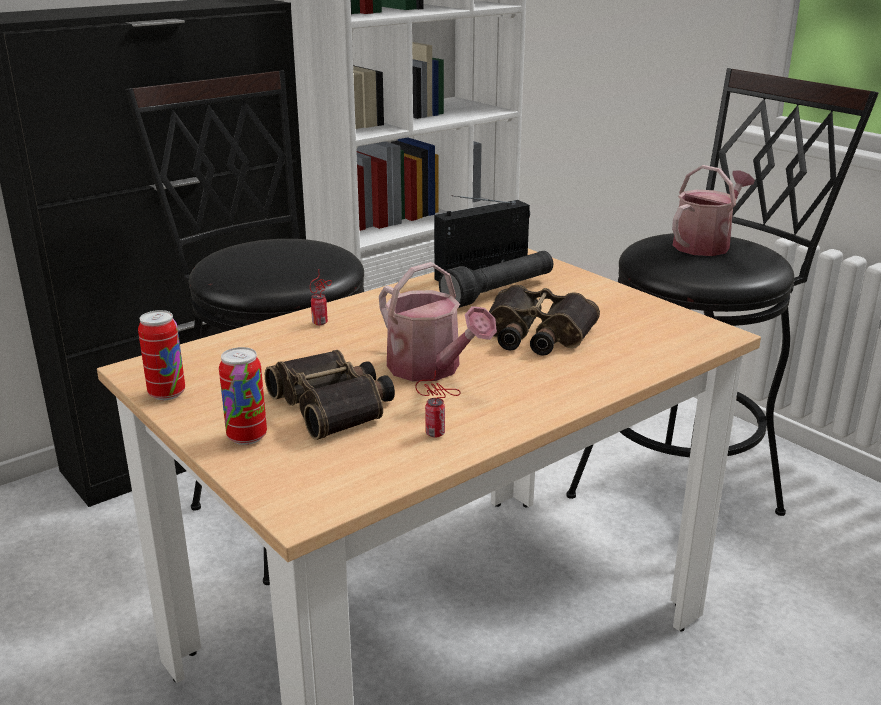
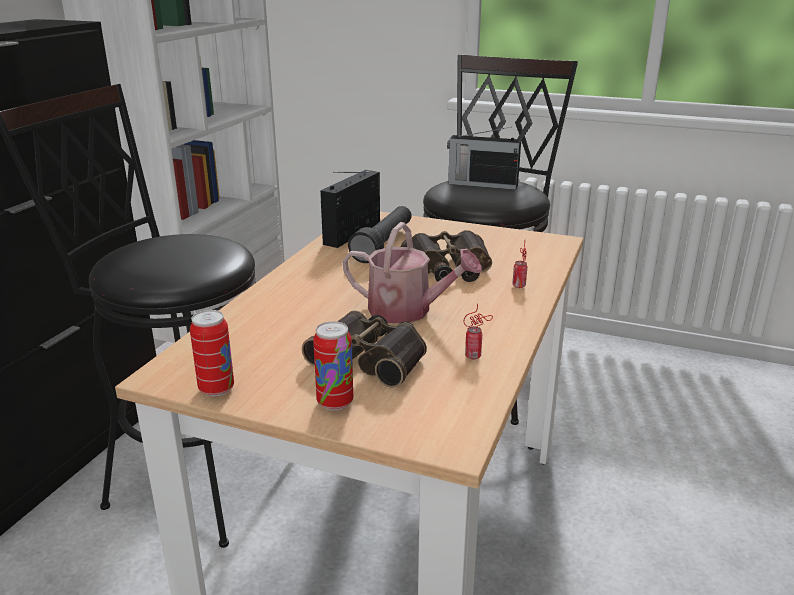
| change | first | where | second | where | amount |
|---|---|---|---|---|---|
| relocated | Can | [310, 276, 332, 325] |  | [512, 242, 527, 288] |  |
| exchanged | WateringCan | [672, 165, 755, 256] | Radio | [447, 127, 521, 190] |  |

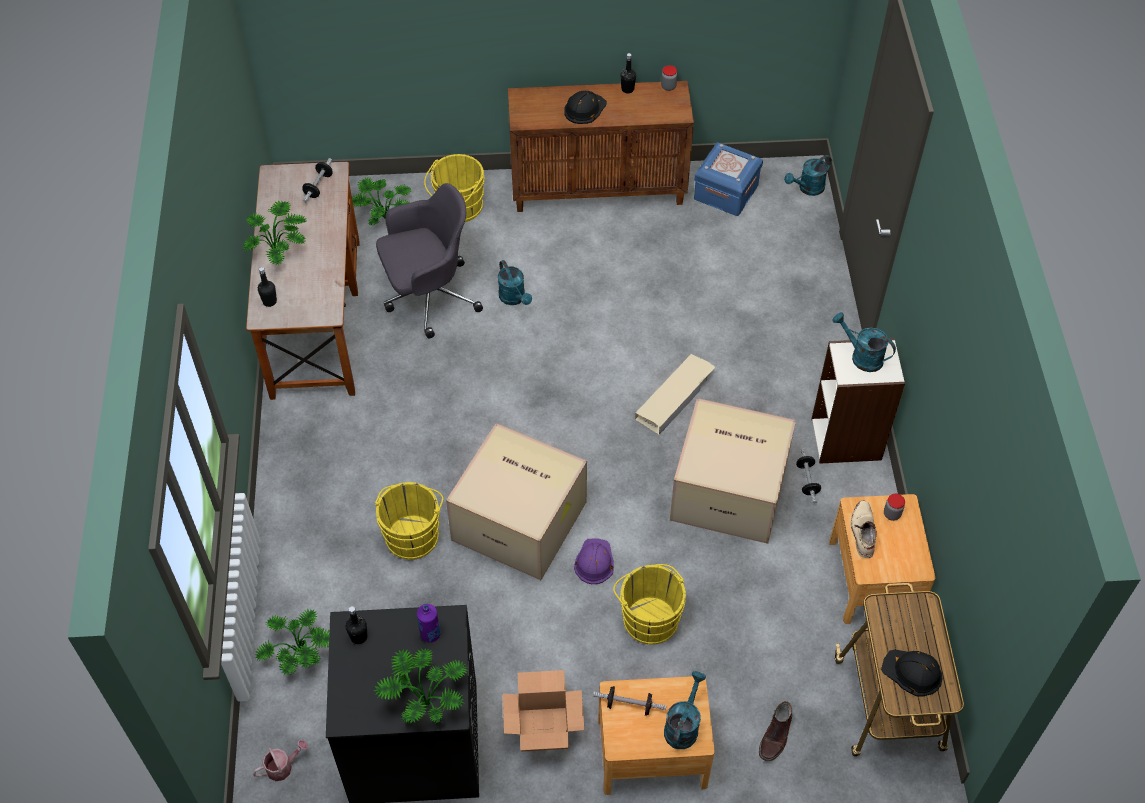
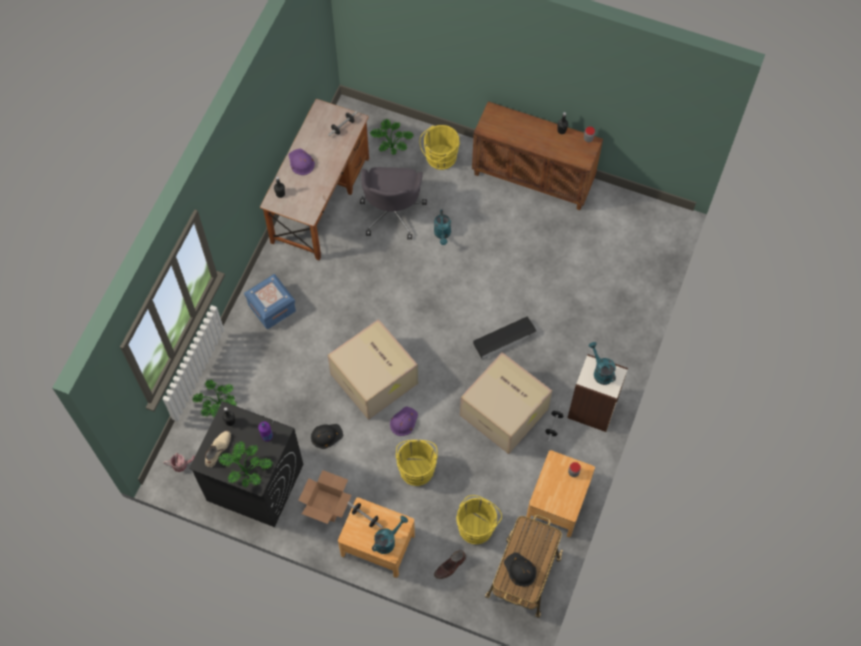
| change | first | where | second | where | amount |
|---|---|---|---|---|---|
| exchanged | PottedPlant | [242, 200, 307, 265] | PurpleColouredWorkHelmet | [288, 149, 315, 175] |  |
| relocated | YellowBucket | [375, 482, 444, 560] |  | [456, 495, 502, 545] |  |
| spun | GreyDeskChair | [376, 183, 483, 338] |  | [360, 167, 427, 240] | 90 degrees clockwise |
| relocated | BlackColouredWorkHelmet | [564, 91, 607, 124] |  | [311, 424, 343, 449] |  |
| colour | BeigeColouredStorageBox | [635, 354, 715, 435] | BlackColouredStorageBox | [473, 317, 536, 360] |  |
| relocated | BlueColouredStorageBox | [694, 142, 763, 216] |  | [244, 274, 296, 329] |  |
| missing | TurquoiseColouredWateringCan | [784, 155, 832, 196] |  |  |  |
| relocated | BeigeColouredHighTopBoot | [851, 500, 877, 558] |  | [205, 431, 231, 467] |  |

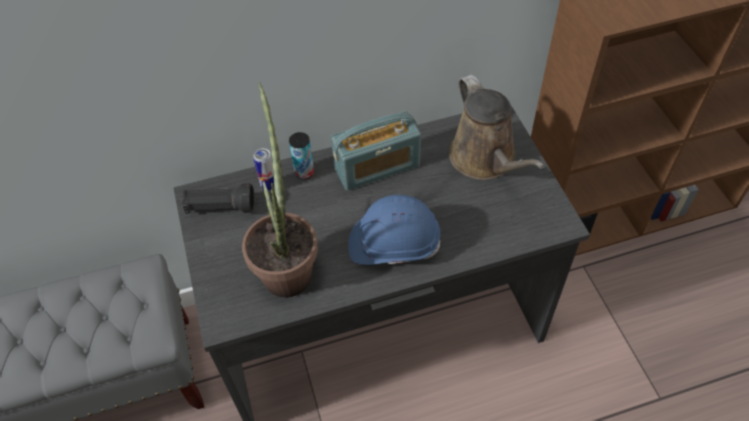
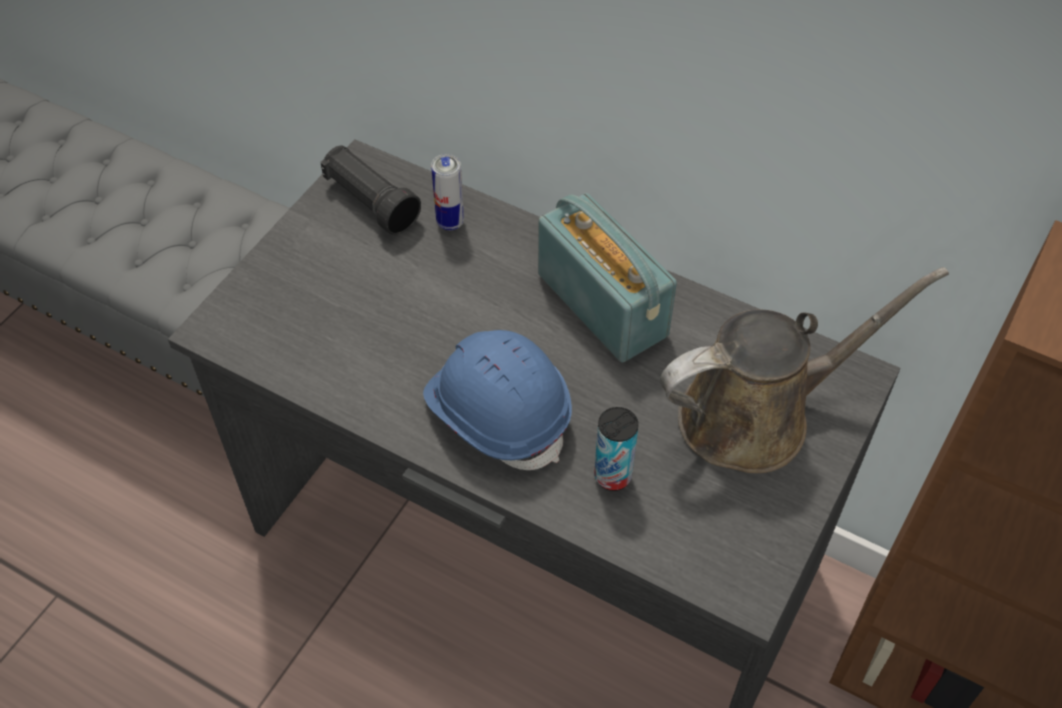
| change | first | where | second | where | amount |
|---|---|---|---|---|---|
| missing | PottedPlant | [242, 82, 318, 298] |  |  |  |
| relocated | Can | [289, 132, 314, 180] |  | [594, 407, 639, 491] |  |
| spun | Radio | [331, 111, 421, 191] |  | [538, 193, 677, 362] | 150 degrees counterclockwise |
| spun | BrownColouredWateringCan | [449, 75, 545, 180] |  | [660, 267, 949, 473] | 135 degrees counterclockwise |

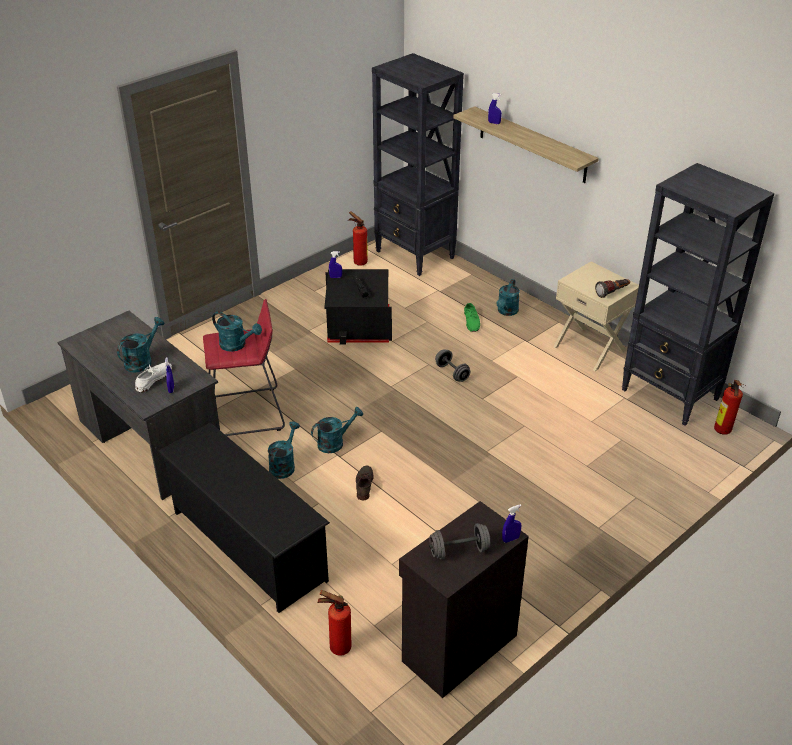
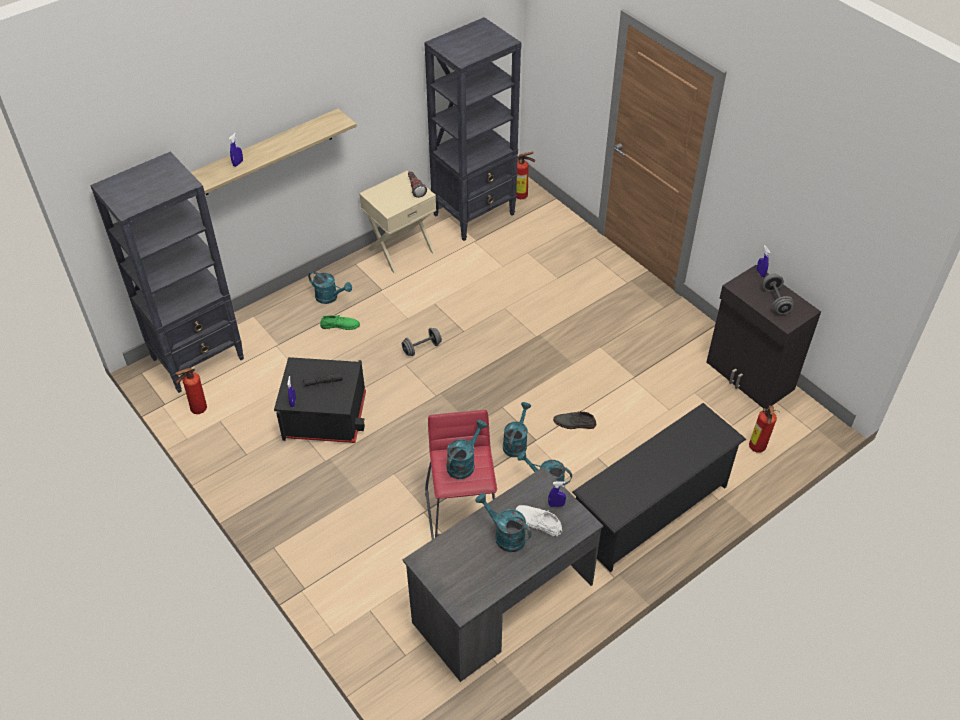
| change | first | where | second | where | amount |
|---|---|---|---|---|---|
| spun | TurquoiseColouredWateringCan | [311, 407, 363, 453] |  | [503, 402, 531, 457] | 45 degrees clockwise |

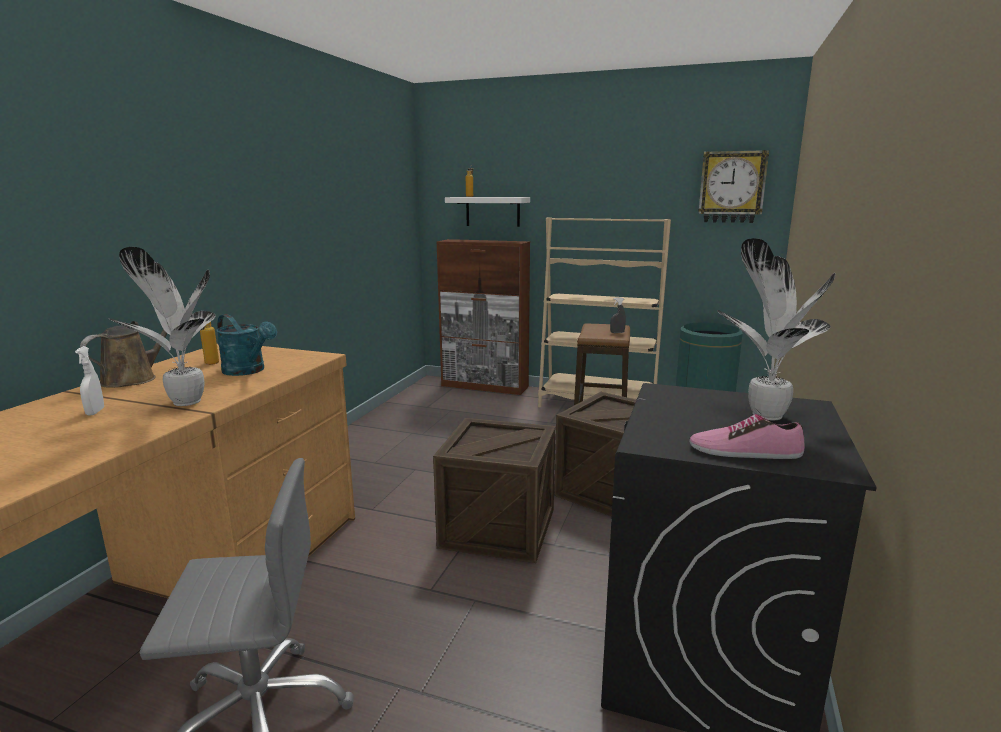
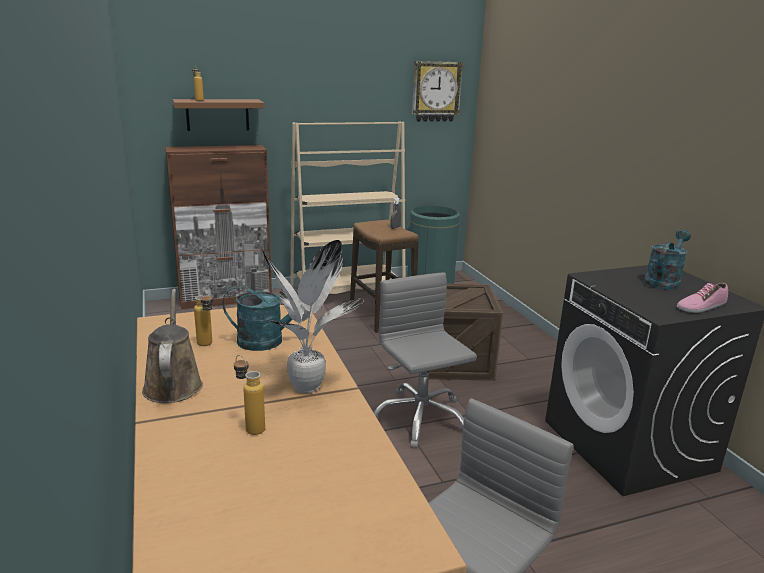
| change | first | where | second | where | amount |
|---|---|---|---|---|---|
| exchanged | WhitishSprayer | [75, 346, 104, 416] | Bottle | [234, 355, 265, 435] |  |
| exchanged | Crate | [433, 418, 556, 563] | GreyDeskChair | [374, 272, 477, 448] |  |
| colour | WhitishShelf | [445, 197, 530, 227] | BrownColouredShelf | [173, 99, 265, 131] |  |
| exchanged | PottedPlant | [717, 238, 836, 421] | TurquoiseColouredWateringCan | [644, 230, 691, 290] |  |

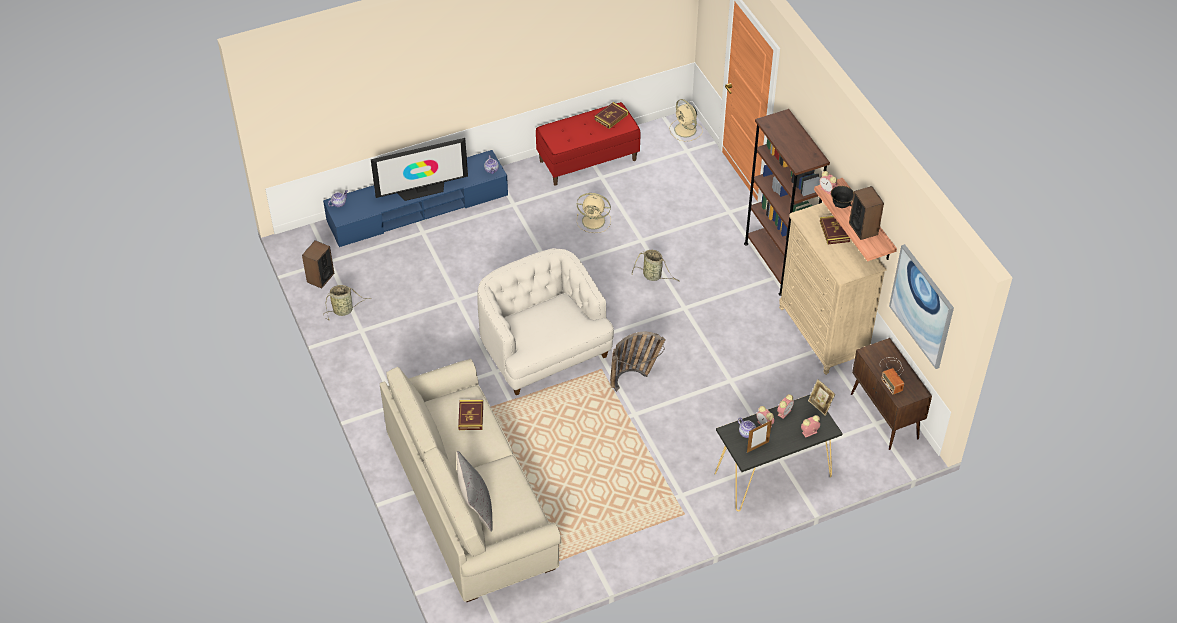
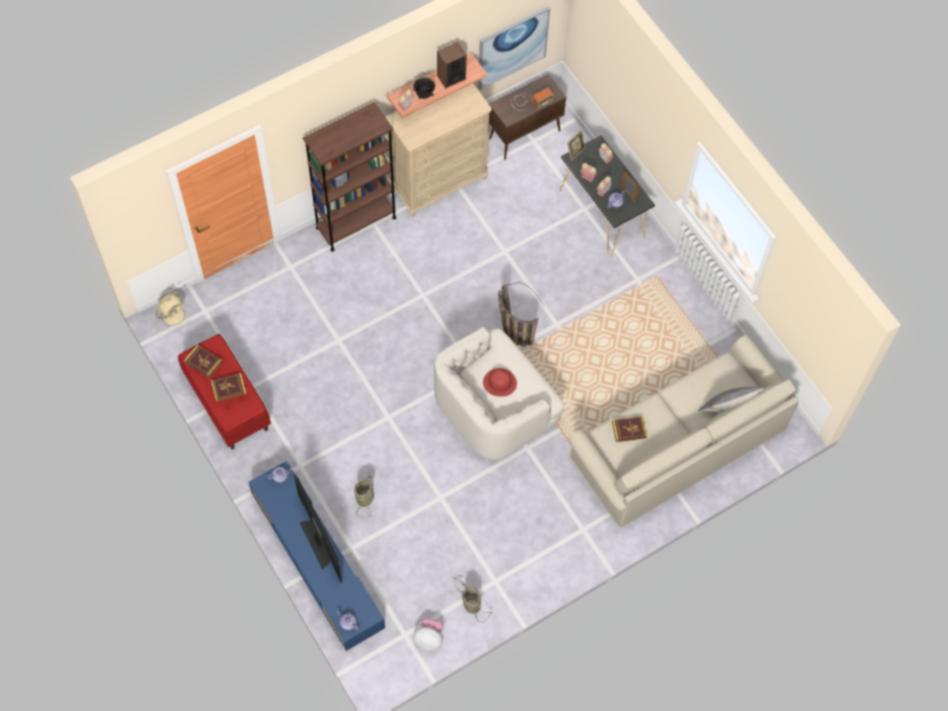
| change | first | where | second | where | amount |
|---|---|---|---|---|---|
| exchanged | Loudspeaker | [302, 240, 334, 289] | CuddlyToy | [413, 618, 444, 651] |  |
| missing | BeigeColouredElectricFan | [577, 193, 611, 233] |  |  |  |
| relocated | Basket | [632, 250, 680, 282] |  | [354, 469, 375, 517] |  |
| relocated | Volume | [820, 216, 850, 244] |  | [211, 373, 247, 402] |  |
| appeared |  |  | RedColouredHat | [483, 368, 517, 397] |  |

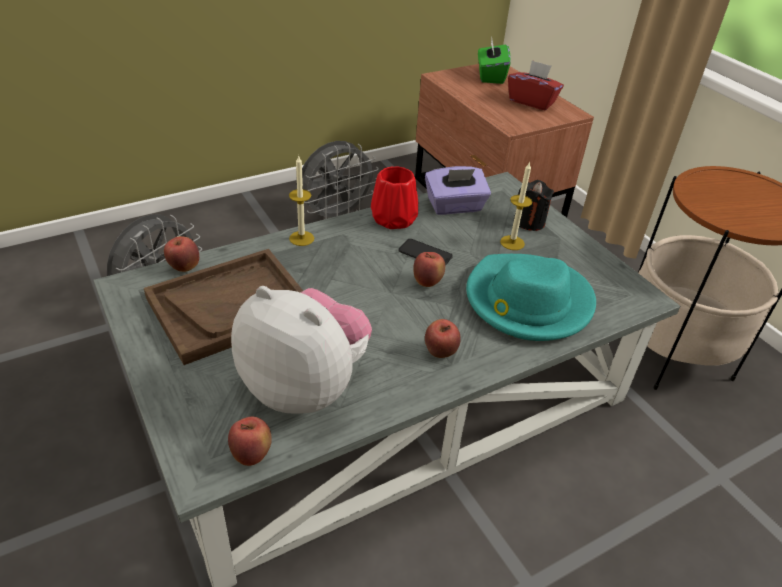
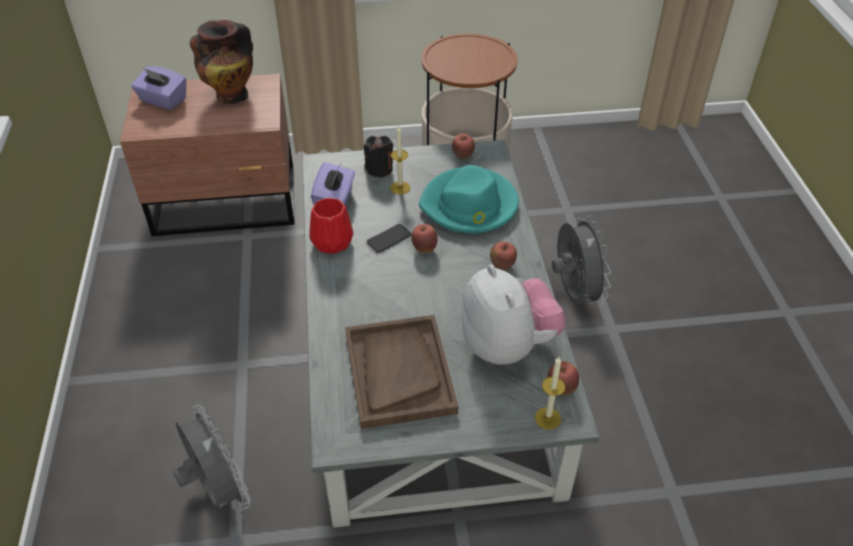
| change | first | where | second | where | amount |
|---|---|---|---|---|---|
| relocated | Apple | [164, 236, 199, 272] |  | [452, 133, 475, 159] |  |
| spun | CuddlyToy | [231, 286, 372, 414] |  | [461, 265, 565, 365] | 105 degrees clockwise |
| relocated | WaxLight | [289, 156, 314, 246] |  | [535, 357, 566, 429] |  |
| relocated | GreyElectricFan | [302, 141, 379, 219] |  | [552, 216, 611, 306] |  |
| colour | GreenBoxOfTissues | [478, 37, 511, 84] | PurpleColouredBoxOfTissues | [131, 66, 186, 110] |  |
| exchanged | RedColouredBoxOfTissues | [508, 60, 564, 111] | FlowerVase | [190, 20, 253, 104] |  |

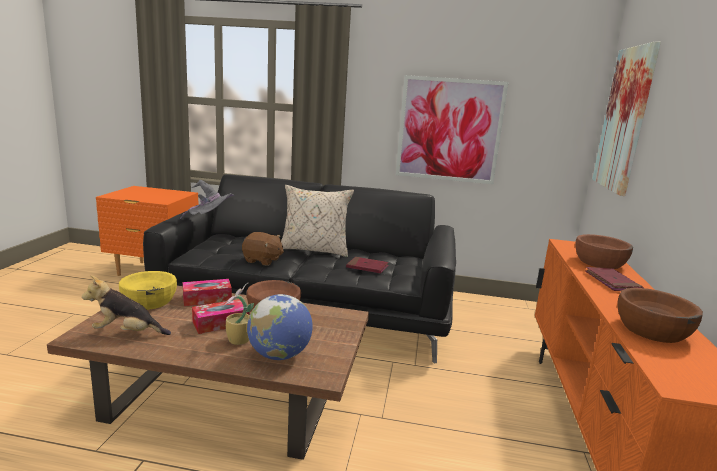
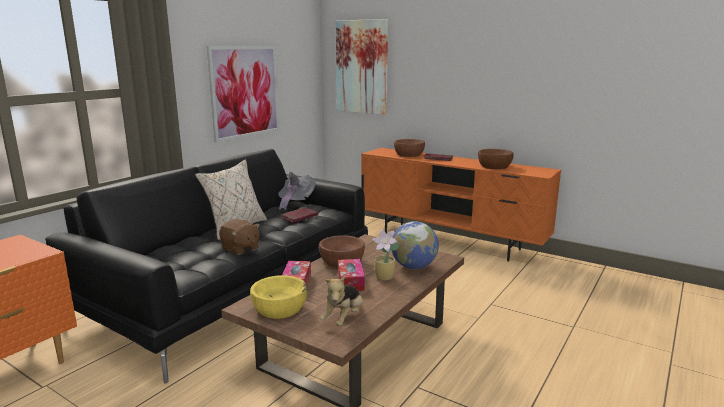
| change | first | where | second | where | amount |
|---|---|---|---|---|---|
| relocated | GreyHat | [180, 180, 235, 219] |  | [278, 171, 315, 210] |  |
| spun | BrownColouredCuddlyToy | [242, 232, 284, 266] |  | [219, 219, 260, 255] | 90 degrees clockwise |

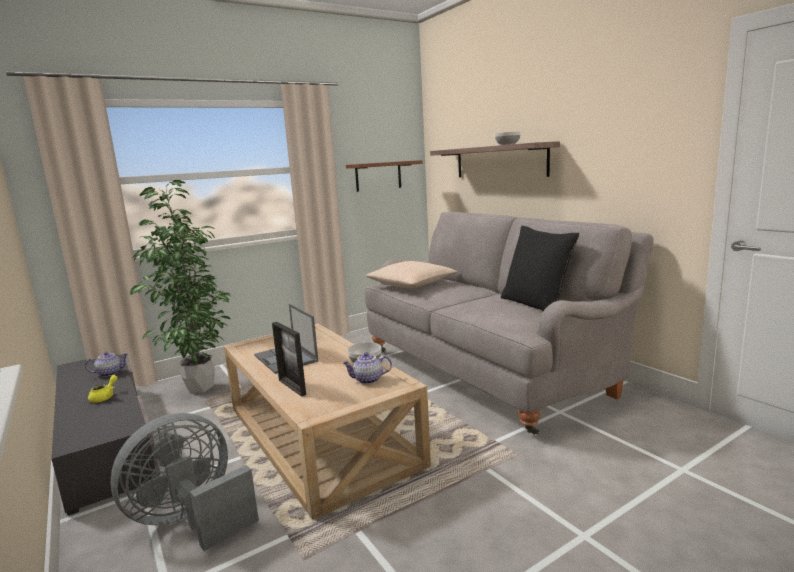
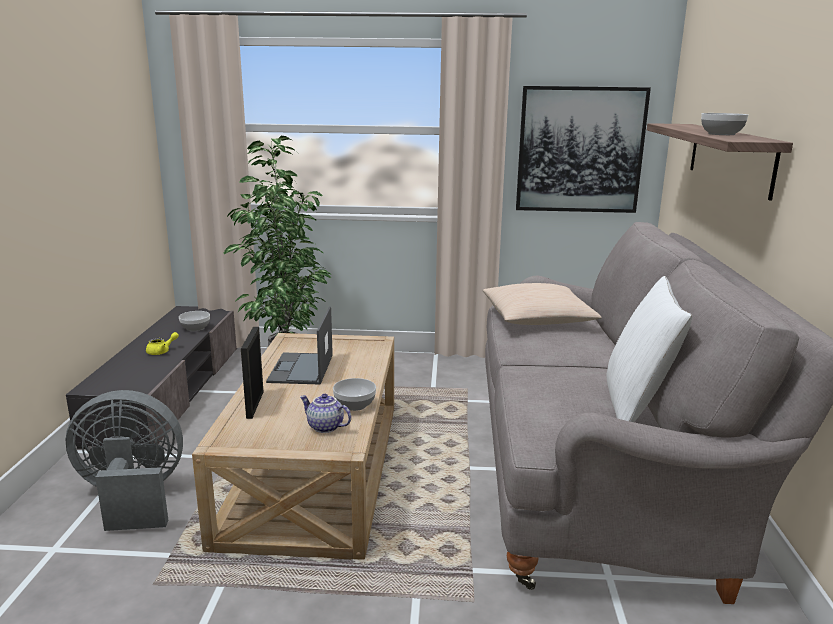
| change | first | where | second | where | amount |
|---|---|---|---|---|---|
| exchanged | Teapot | [85, 352, 129, 377] | DeepDish | [179, 311, 210, 331] |  |
| exchanged | BrownColouredShelf | [346, 160, 423, 192] | WallPicture | [516, 86, 651, 213] |  |
| colour | BlackColouredCushion | [501, 225, 580, 311] | WhitishCushion | [607, 276, 692, 422] |  |

